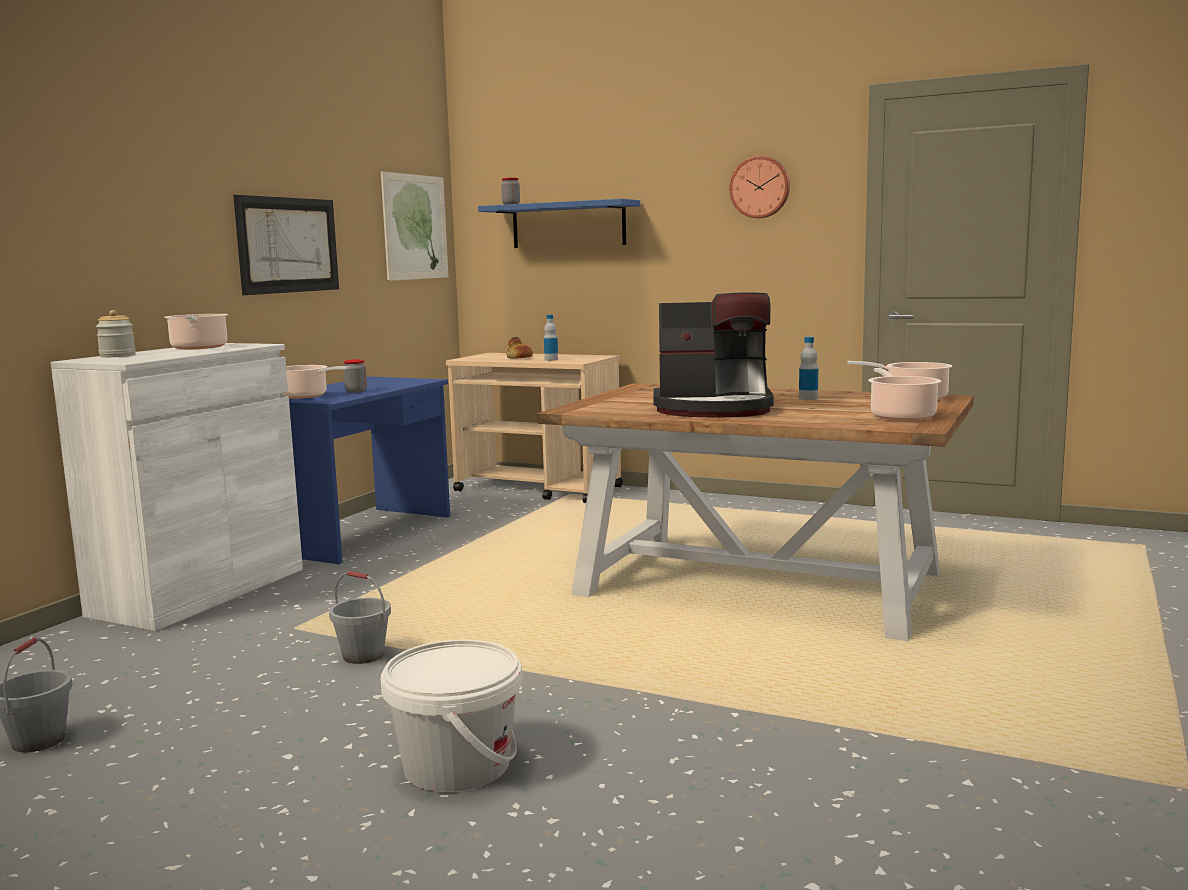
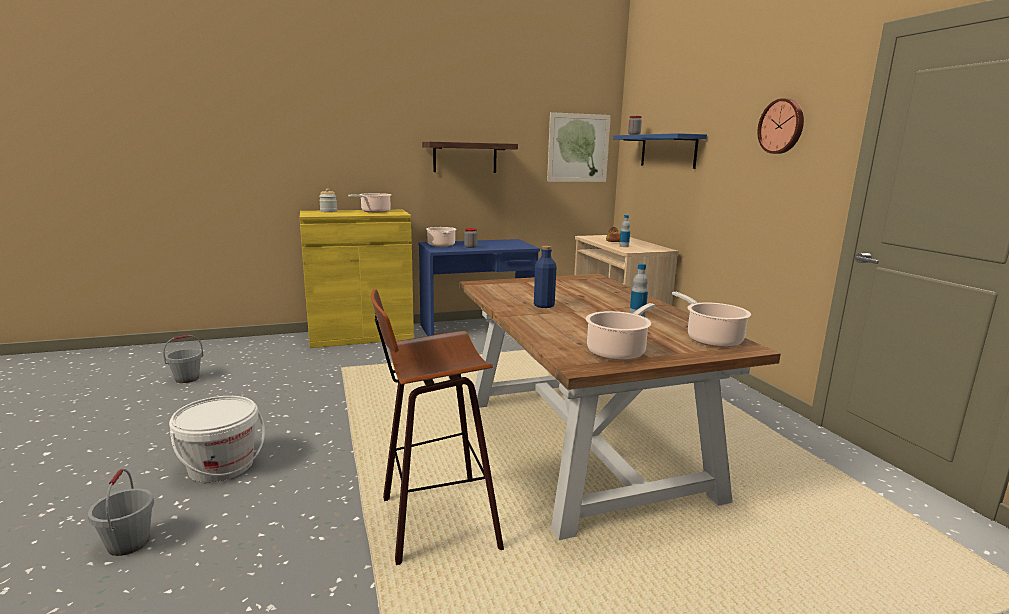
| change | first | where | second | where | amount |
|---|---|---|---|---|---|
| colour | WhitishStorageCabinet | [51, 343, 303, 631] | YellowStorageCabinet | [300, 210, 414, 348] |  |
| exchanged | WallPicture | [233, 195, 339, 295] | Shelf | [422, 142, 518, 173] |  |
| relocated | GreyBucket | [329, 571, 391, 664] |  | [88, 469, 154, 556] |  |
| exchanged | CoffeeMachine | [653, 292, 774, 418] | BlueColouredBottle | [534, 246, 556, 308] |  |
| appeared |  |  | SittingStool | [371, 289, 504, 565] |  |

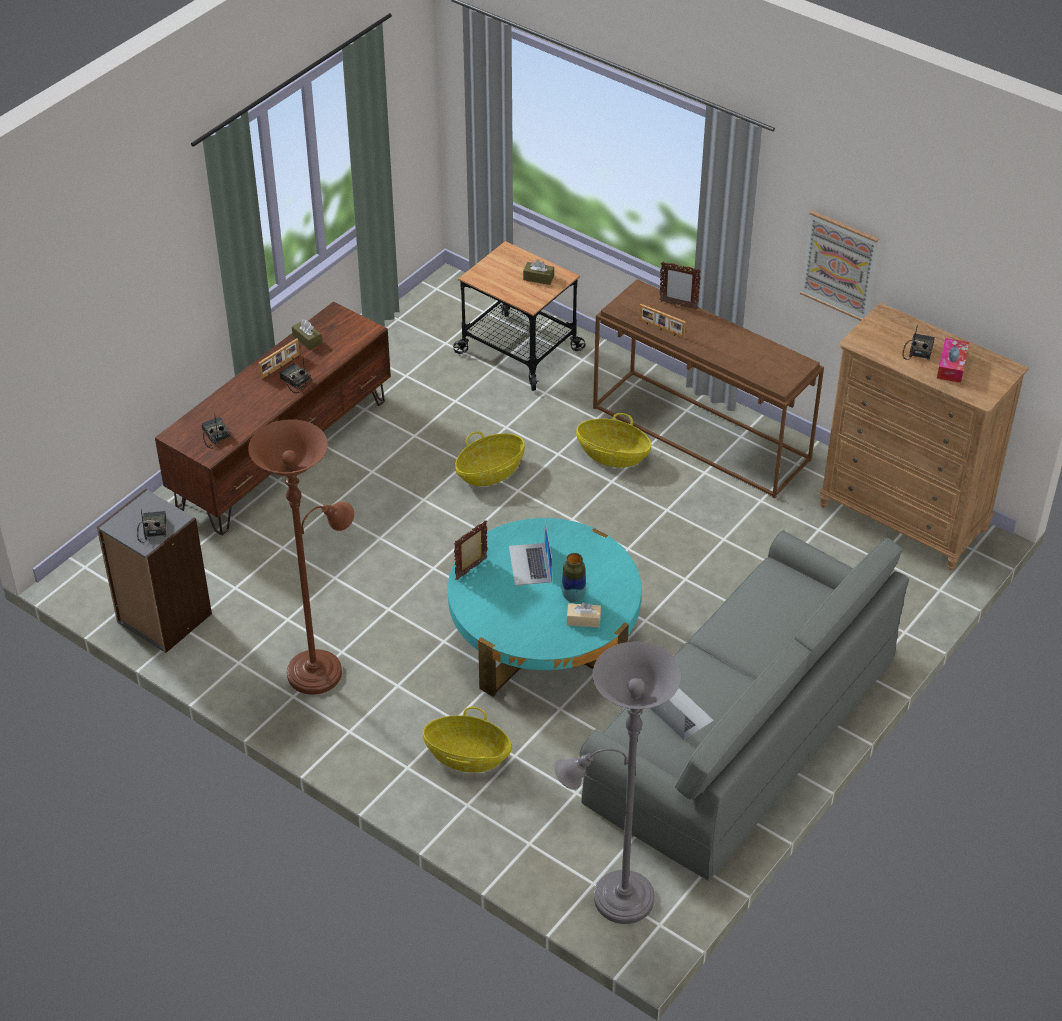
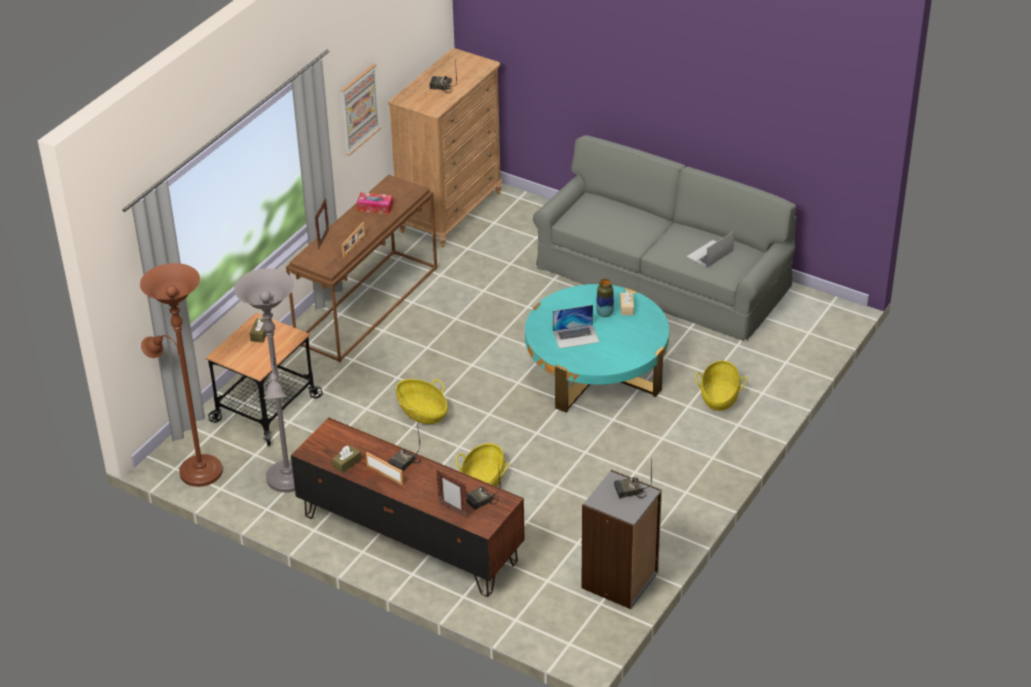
| change | first | where | second | where | amount |
|---|---|---|---|---|---|
| relocated | BrownColouredStandingLamp | [248, 419, 354, 695] |  | [140, 263, 223, 487] |  |
| relocated | StandingFrame | [454, 520, 487, 580] |  | [436, 470, 468, 518] |  |
| relocated | GreyStandingLamp | [554, 641, 681, 924] |  | [234, 268, 295, 492] |  |
| relocated | Basket | [576, 413, 651, 468] |  | [456, 443, 509, 487] |  |
| relocated | BoxOfTissues | [937, 338, 969, 383] |  | [357, 192, 393, 214] |  |

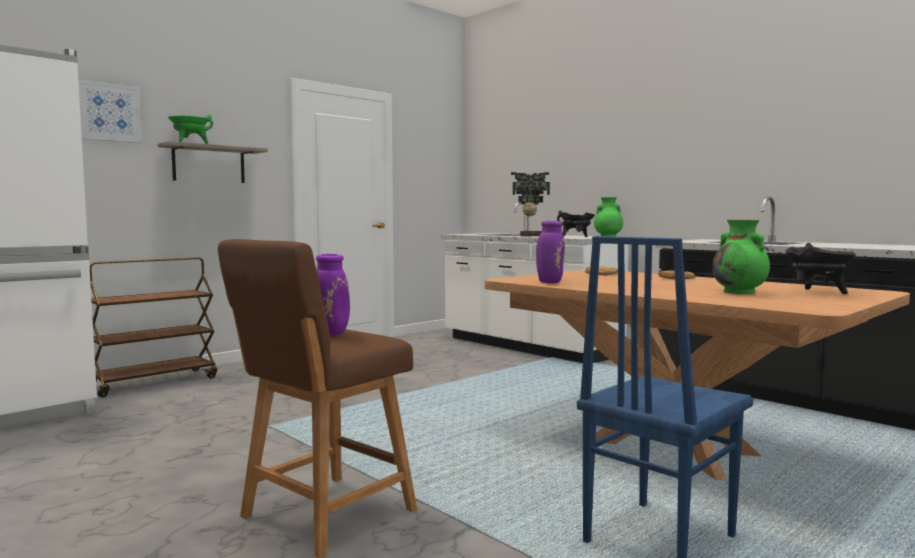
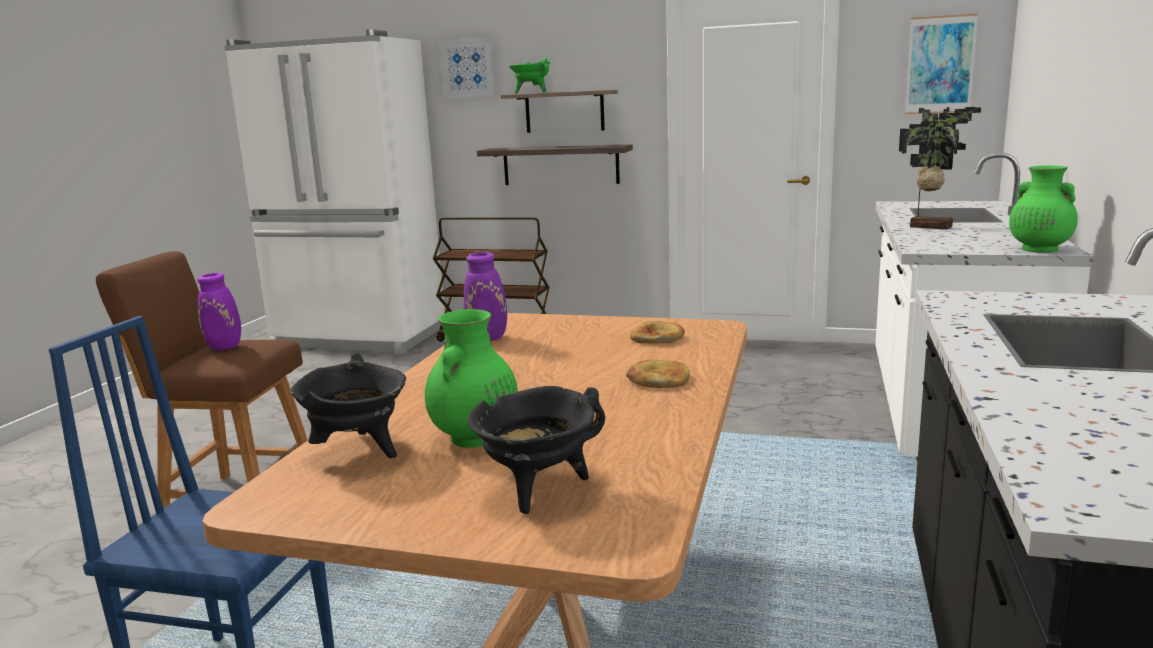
| change | first | where | second | where | amount |
|---|---|---|---|---|---|
| relocated | BlackColouredStockpot | [557, 210, 595, 237] |  | [290, 353, 406, 458] |  |
| appeared |  |  | Shelf | [477, 144, 633, 185] |  |
| appeared |  |  | WallPicture | [905, 13, 979, 114] |  |

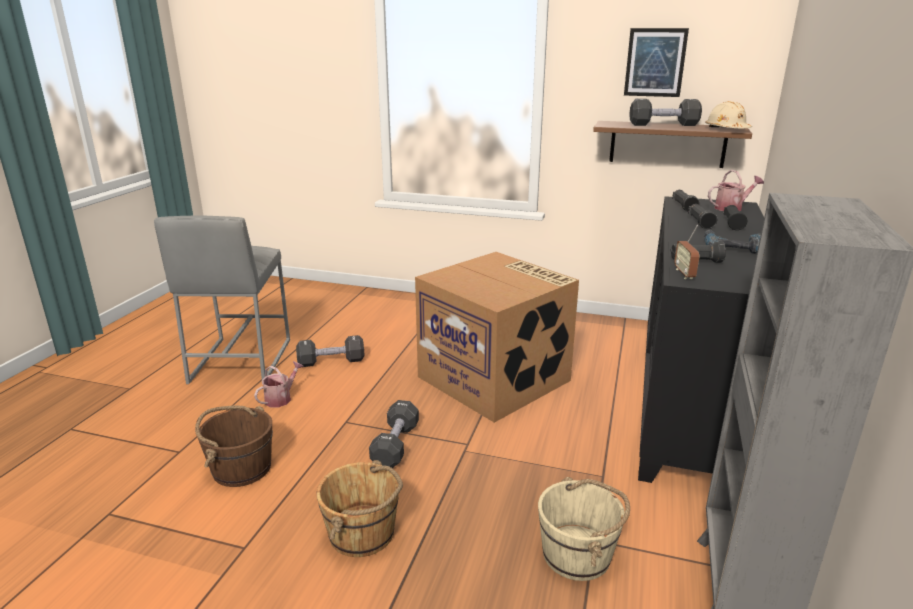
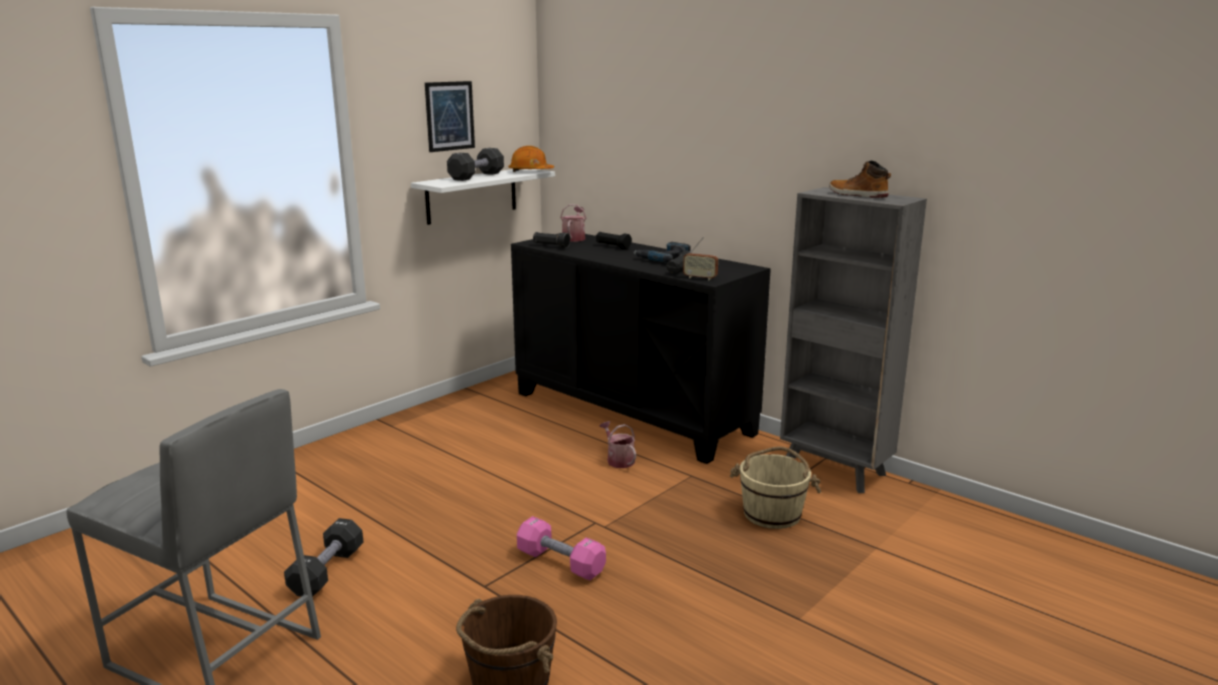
| change | first | where | second | where | amount |
|---|---|---|---|---|---|
| relocated | WateringCan | [254, 361, 304, 407] |  | [600, 421, 636, 468] |  |
| missing | BrownColouredBucket | [317, 460, 403, 557] |  |  |  |
| colour | BlackColouredFreeWeight | [369, 400, 419, 468] | PinkFreeWeight | [517, 516, 606, 581] |  |
| missing | PackingBox | [415, 252, 579, 423] |  |  |  |
| colour | BrownColouredShelf | [593, 121, 752, 168] | WhitishShelf | [411, 169, 555, 225] |  |
| missing | BlackColouredHandTorch | [688, 204, 717, 229] |  |  |  |
| colour | BeigeColouredWorkHelmet | [705, 101, 752, 128] | OrangeyWorkHelmet | [509, 146, 554, 172] |  |
| appeared |  |  | HighTopBoot | [829, 161, 891, 198] |  |

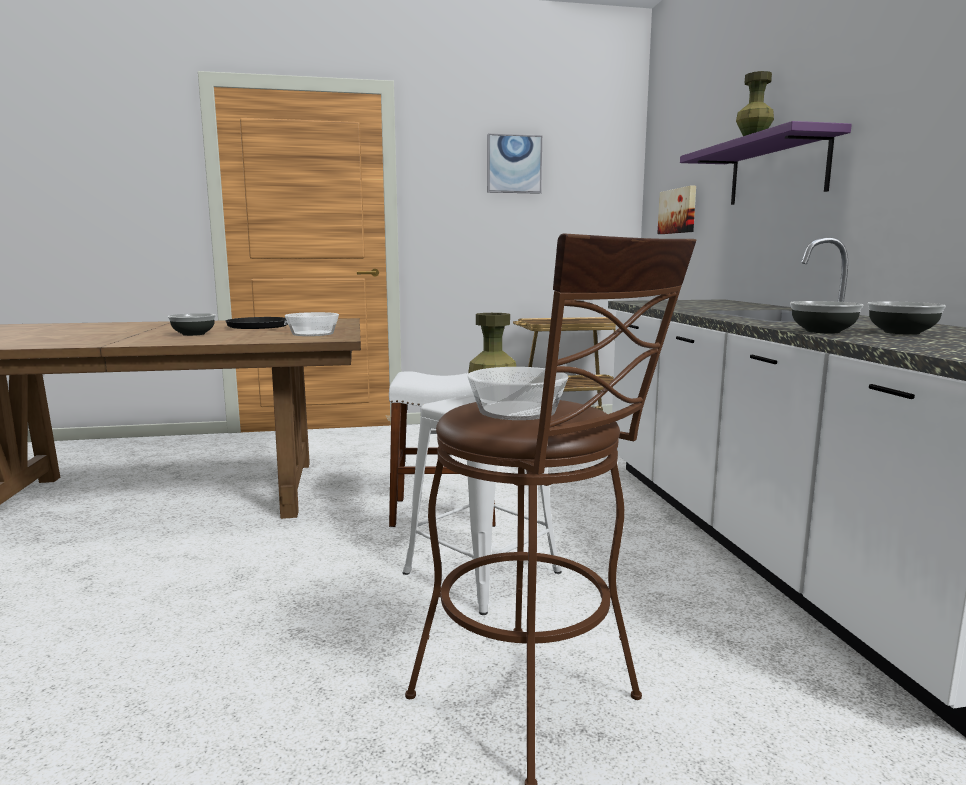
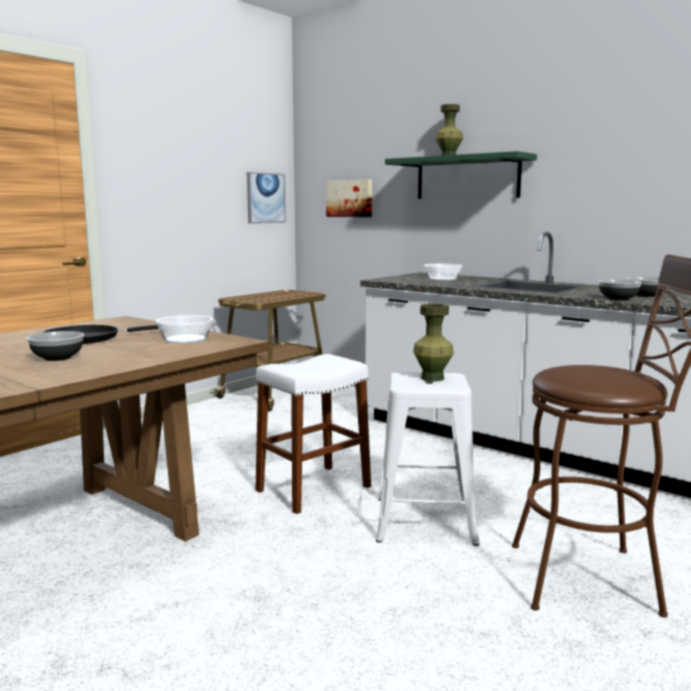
| change | first | where | second | where | amount |
|---|---|---|---|---|---|
| relocated | DeepDish | [467, 367, 568, 420] |  | [424, 264, 462, 281] |  |
| relocated | WallPicture | [487, 134, 542, 194] |  | [247, 172, 286, 224] |  |
| colour | PurpleColouredShelf | [680, 121, 852, 205] | GreenShelf | [385, 151, 537, 199] |  |

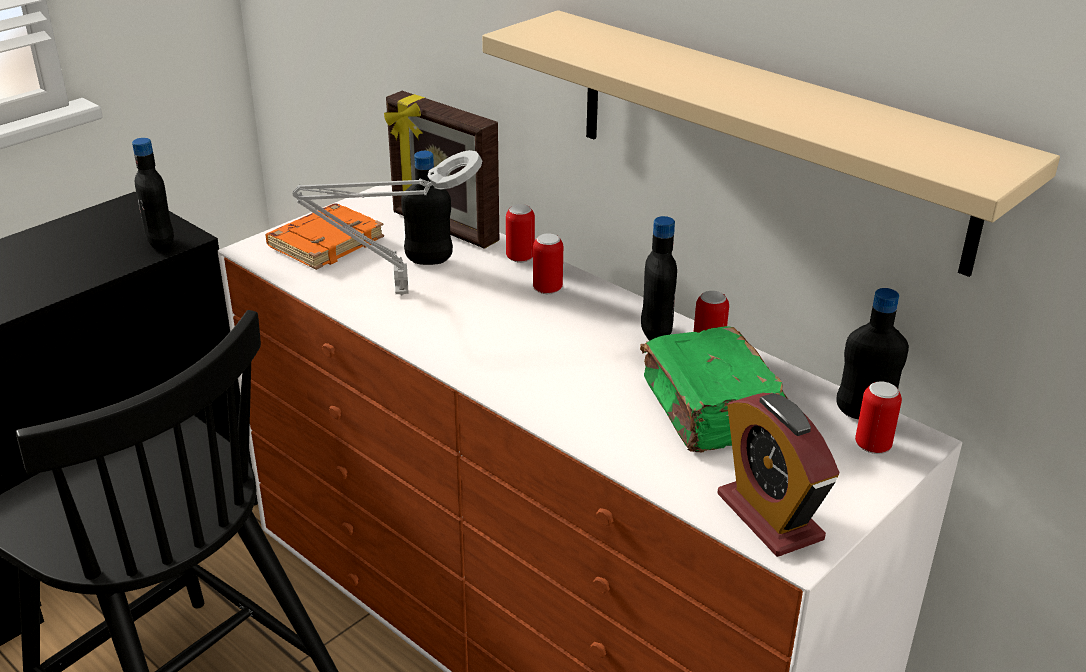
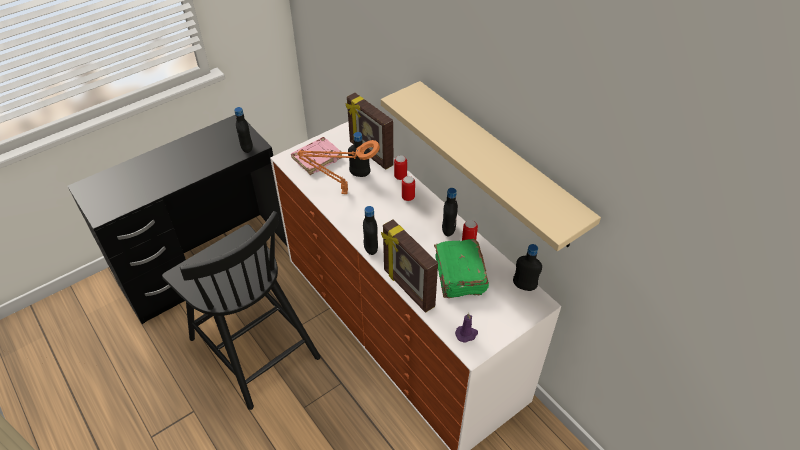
| change | first | where | second | where | amount |
|---|---|---|---|---|---|
| colour | OrangeyVolume | [266, 203, 384, 270] | PinkVolume | [291, 137, 342, 175] |  |
| colour | GreyTableLamp | [293, 150, 482, 295] | OrangeyTableLamp | [297, 140, 380, 194] |  |
| exchanged | BedsideClock | [717, 393, 839, 557] | PurpleColouredWaxLight | [455, 313, 478, 343] |  |
| missing | Can | [855, 382, 902, 454] |  |  |  |
| appeared |  |  | BlackColouredBottle | [363, 206, 378, 255] |  |
| appeared |  |  | StandingFrame | [381, 219, 438, 313] |  |

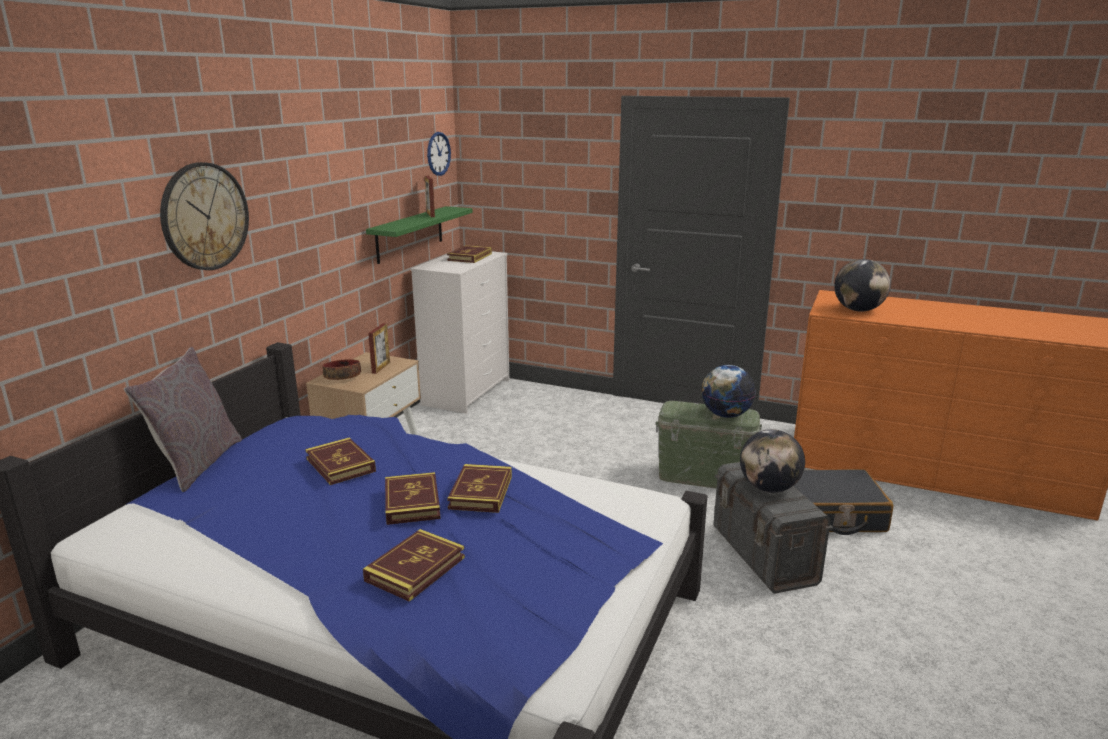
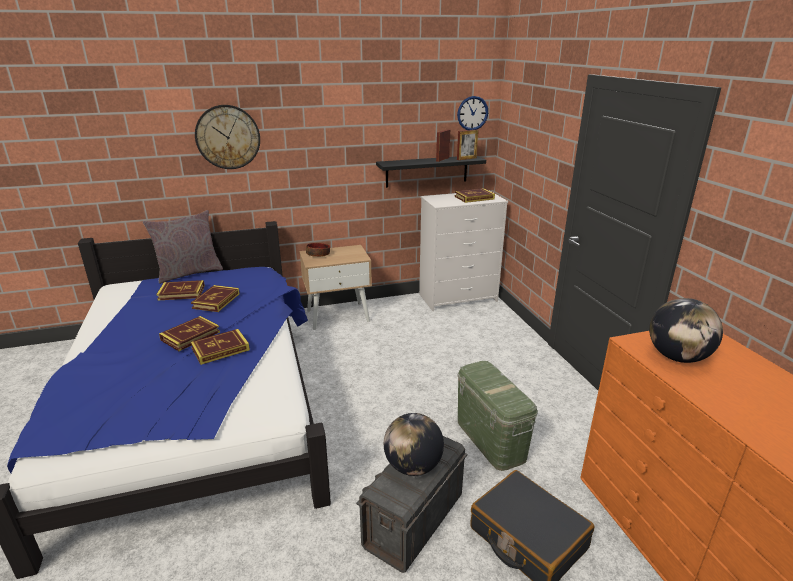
| change | first | where | second | where | amount |
|---|---|---|---|---|---|
| relocated | Volume | [363, 529, 465, 602] |  | [156, 280, 205, 300] |  |
| colour | GreenShelf | [366, 206, 473, 264] | BlackColouredShelf | [376, 156, 486, 188] |  |
| relocated | StandingFrame | [368, 323, 390, 374] |  | [457, 130, 479, 160] |  |
| missing | WorldGlobe | [701, 365, 756, 418] |  |  |  |

